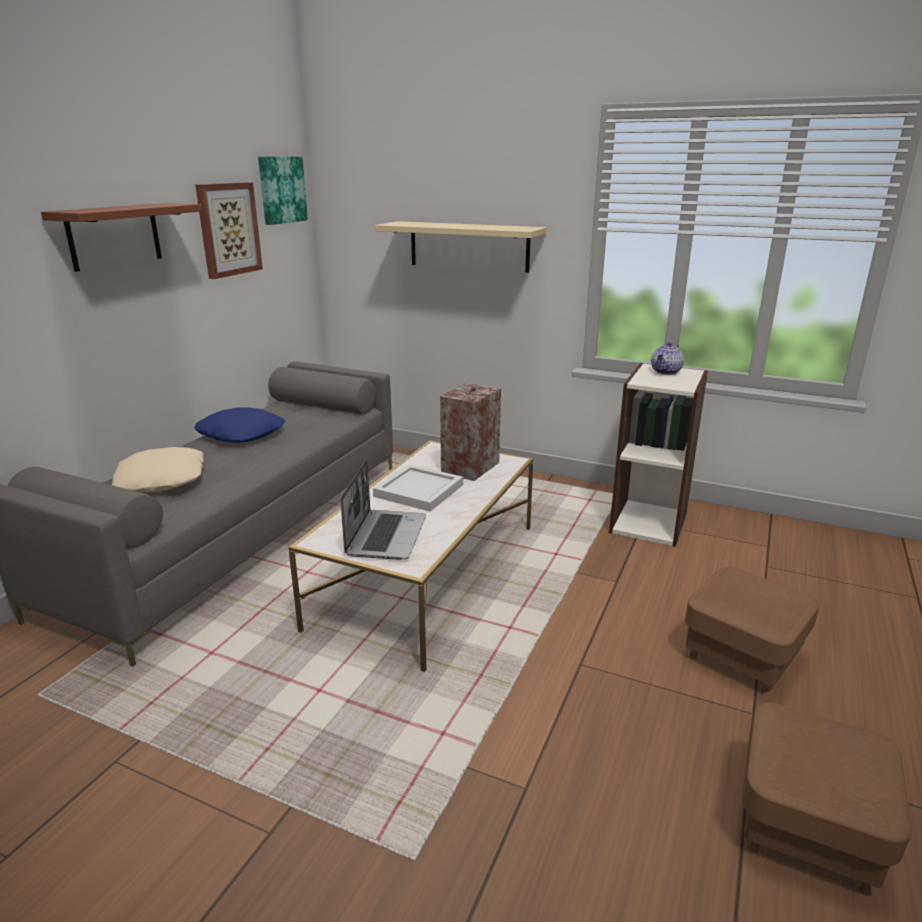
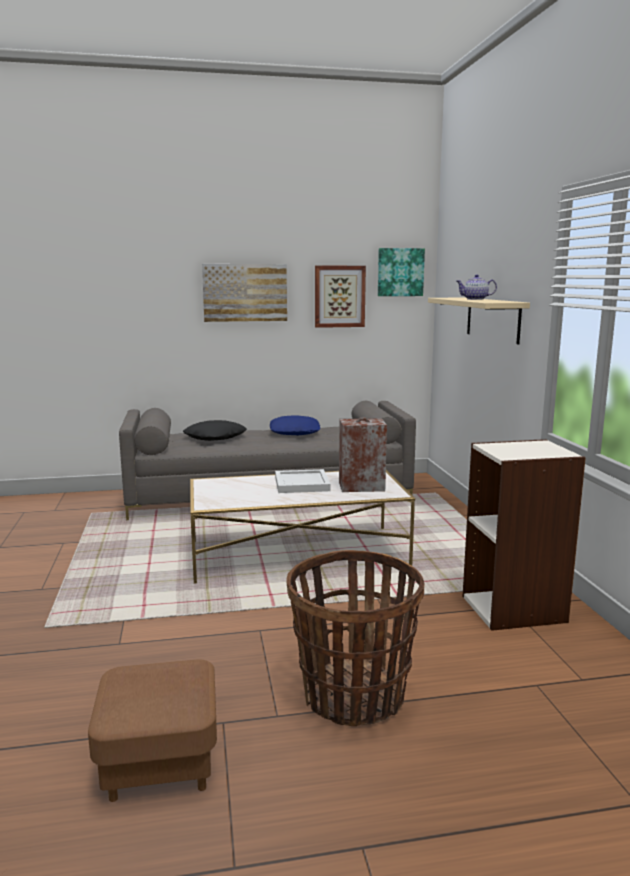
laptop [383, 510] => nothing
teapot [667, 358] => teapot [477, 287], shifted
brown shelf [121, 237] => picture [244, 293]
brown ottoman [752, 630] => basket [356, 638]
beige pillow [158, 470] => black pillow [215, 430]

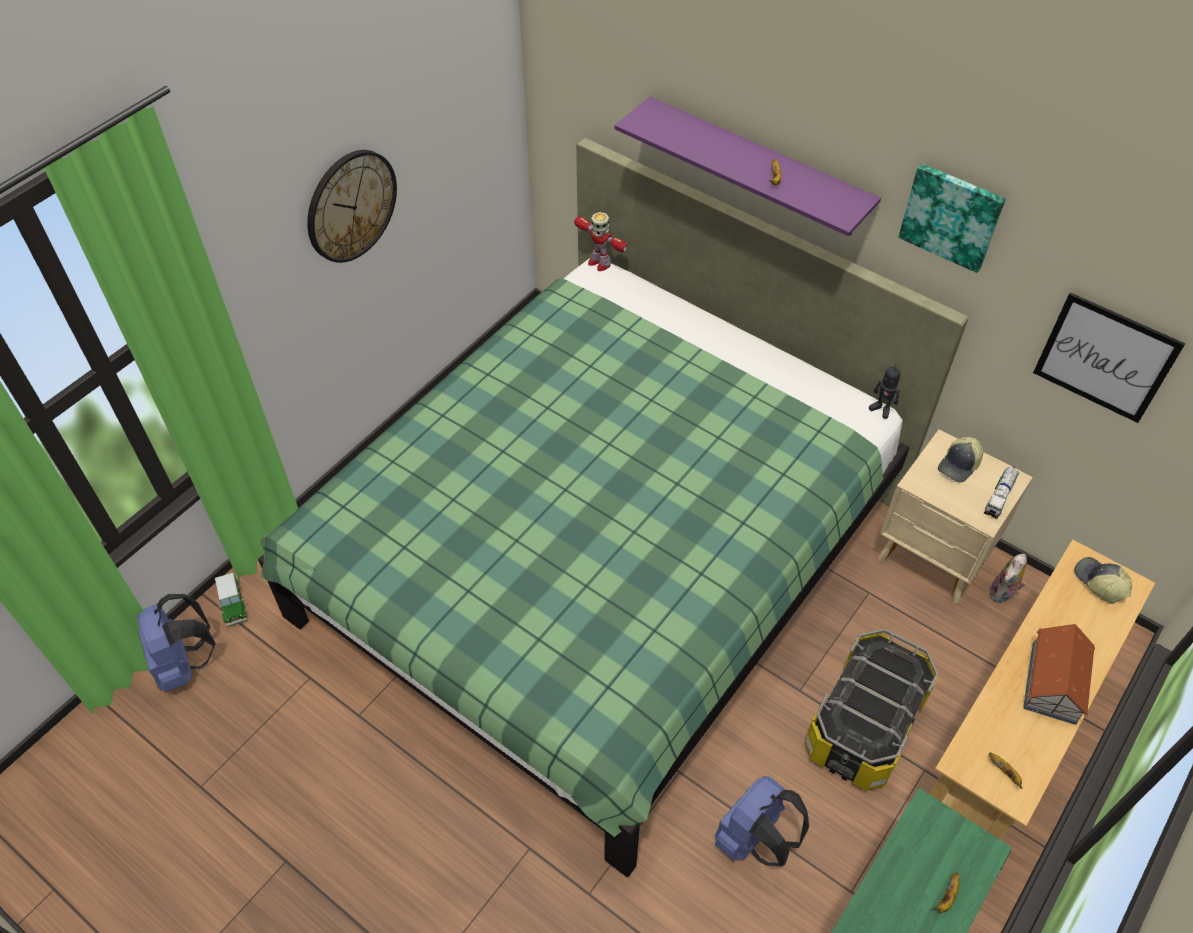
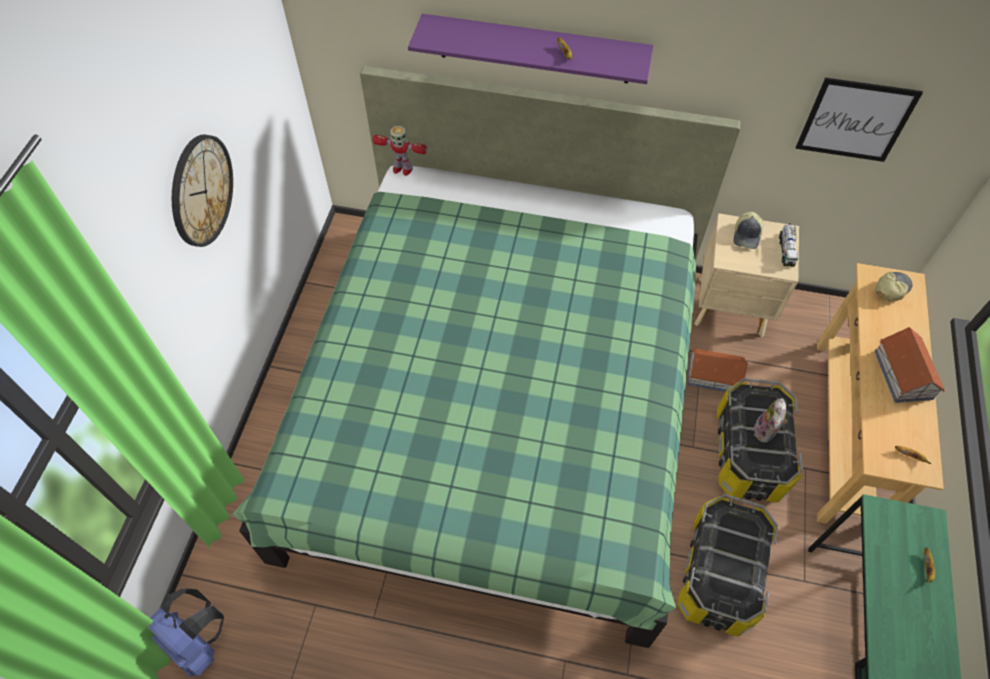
toy car [231, 600] => nothing
toy robot [885, 391] => nothing
picture [952, 218] => nothing
nothing => toy house [717, 370]
plush toy [1007, 578] => plush toy [770, 420], shifted
blue backpack [762, 821] => storage box [728, 565]
cap [1103, 580] => cap [894, 287], 105 degrees clockwise

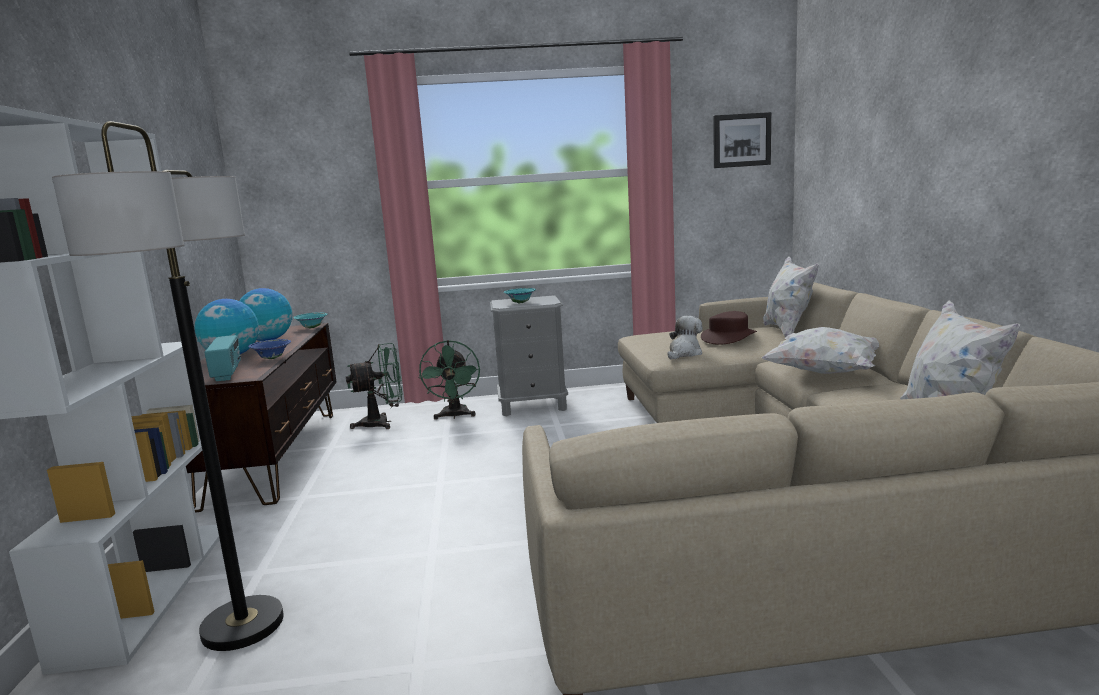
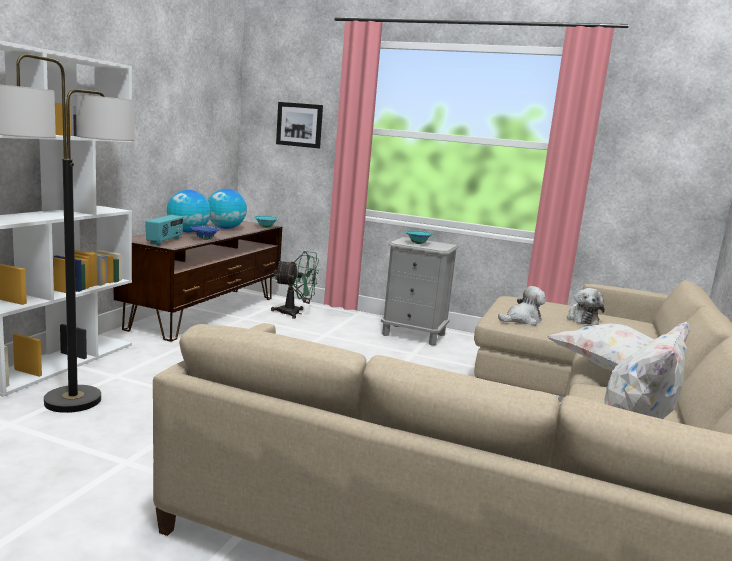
green fan [449, 380] => nothing
white pillow [791, 296] => nothing
picture [742, 140] => picture [299, 125], shifted
brown hat [729, 328] => plush toy [586, 306]

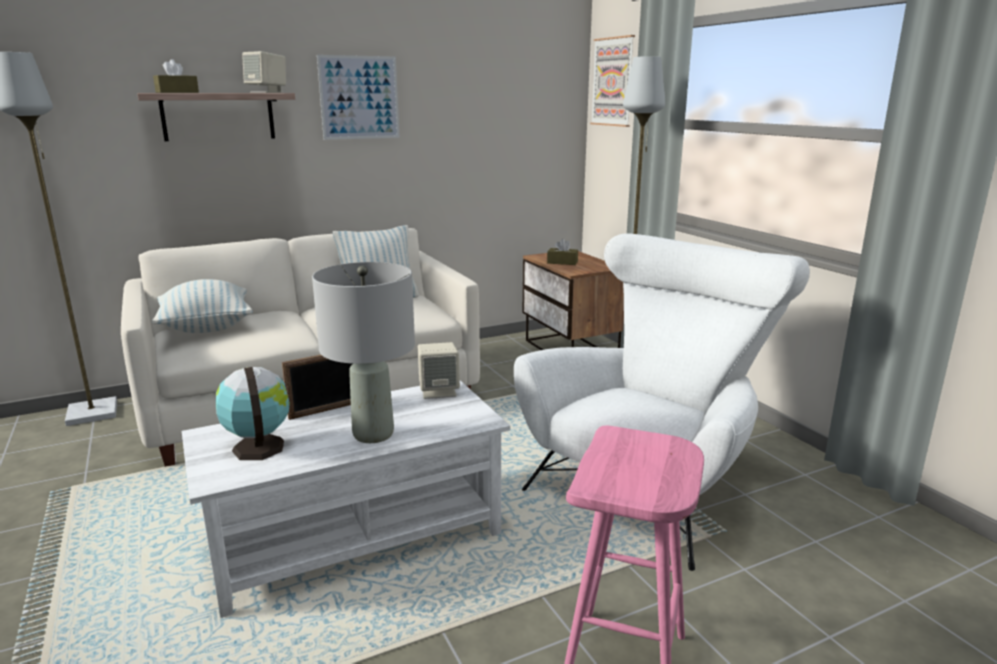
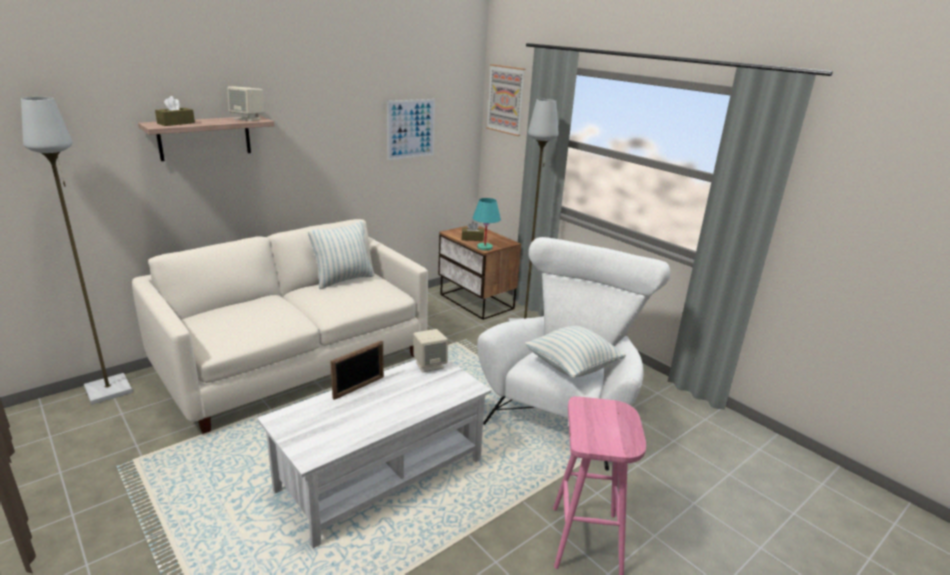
globe [253, 413] => nothing
grey table lamp [363, 352] => nothing
nothing => turquoise table lamp [487, 224]
pillow [202, 306] => pillow [575, 351], shifted
picture [358, 97] => picture [411, 129], shifted

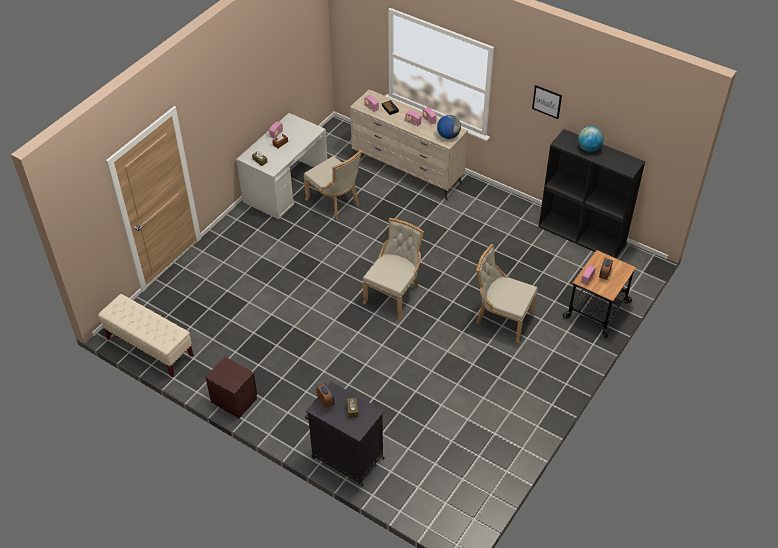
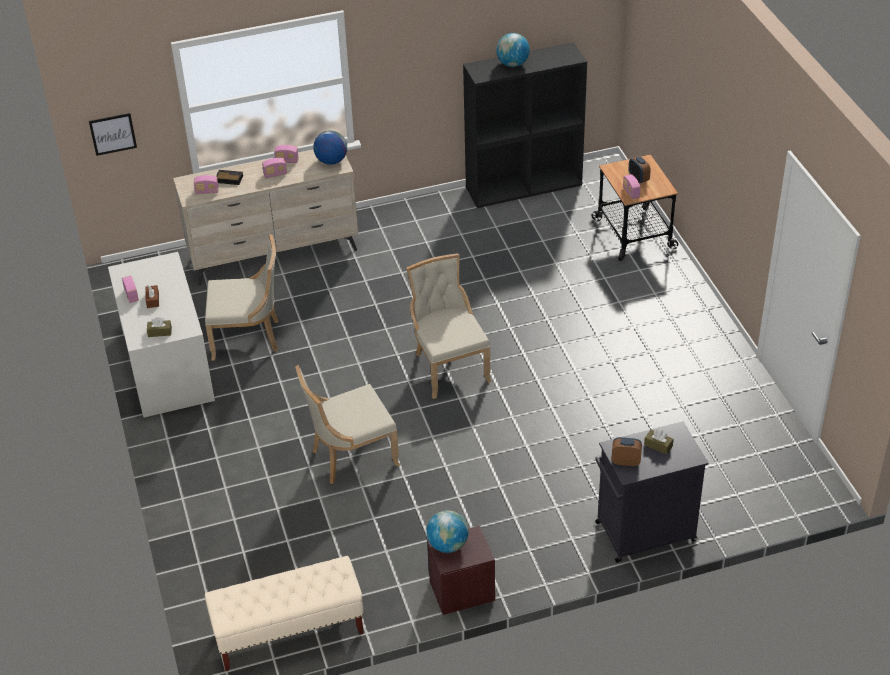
nothing => globe [448, 531]
beige chair [507, 293] => beige chair [347, 424], shifted
picture [547, 102] => picture [113, 134], shifted

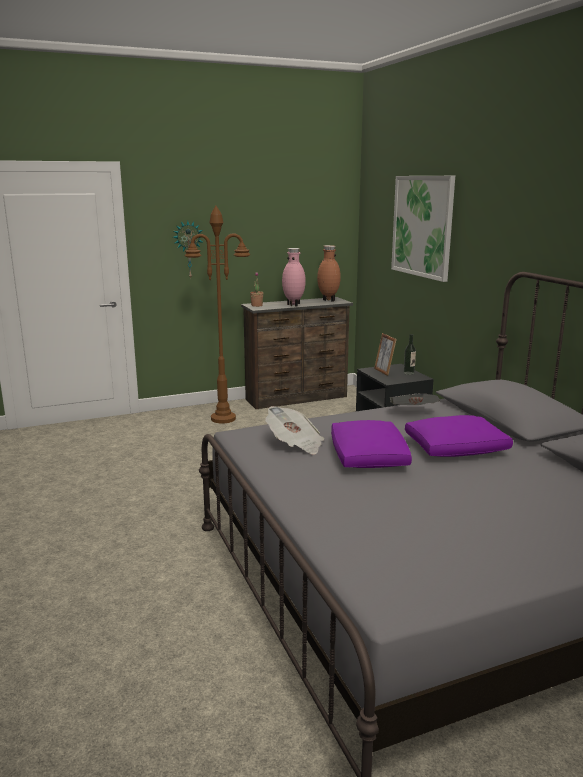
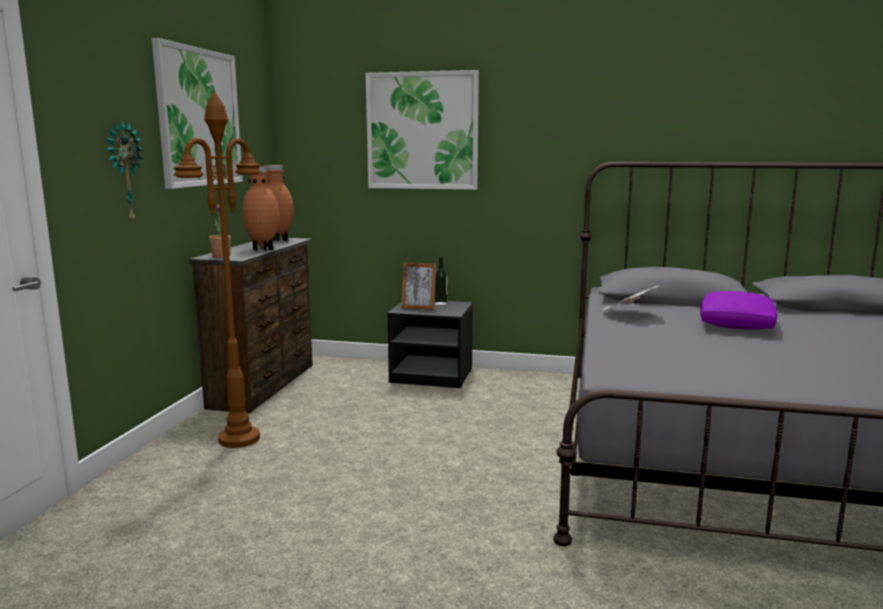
newspaper [294, 430] => nothing
purple pillow [371, 444] => nothing
nothing => picture [197, 113]
pink vase [294, 277] => brown vase [260, 209]

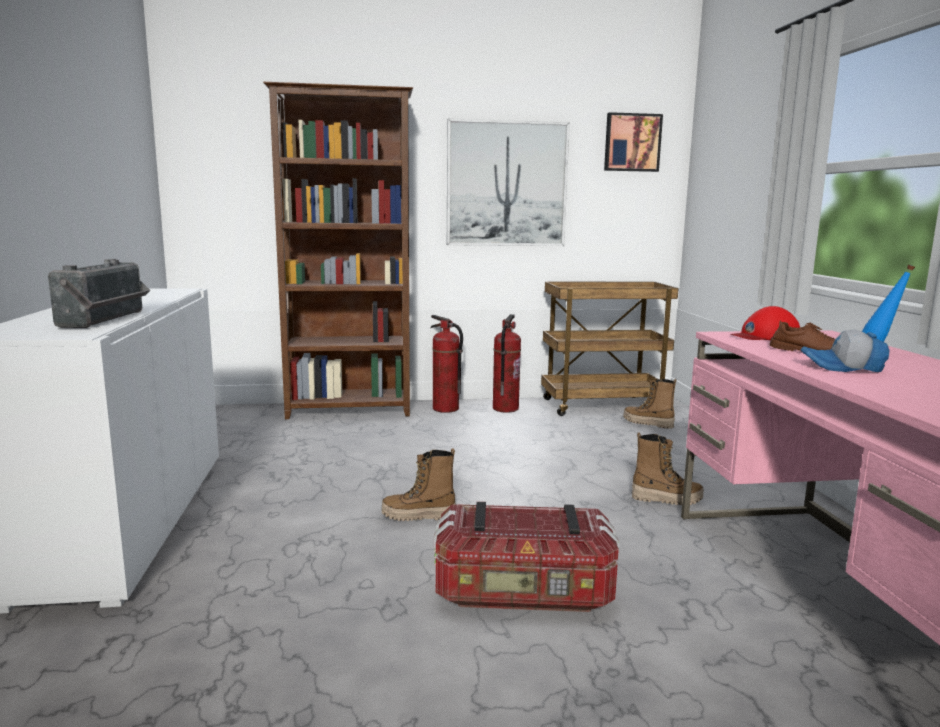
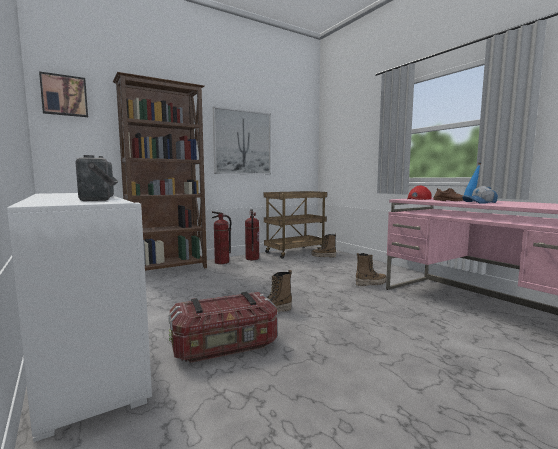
storage box [526, 557] => storage box [223, 327], shifted
picture [633, 142] => picture [63, 94], shifted

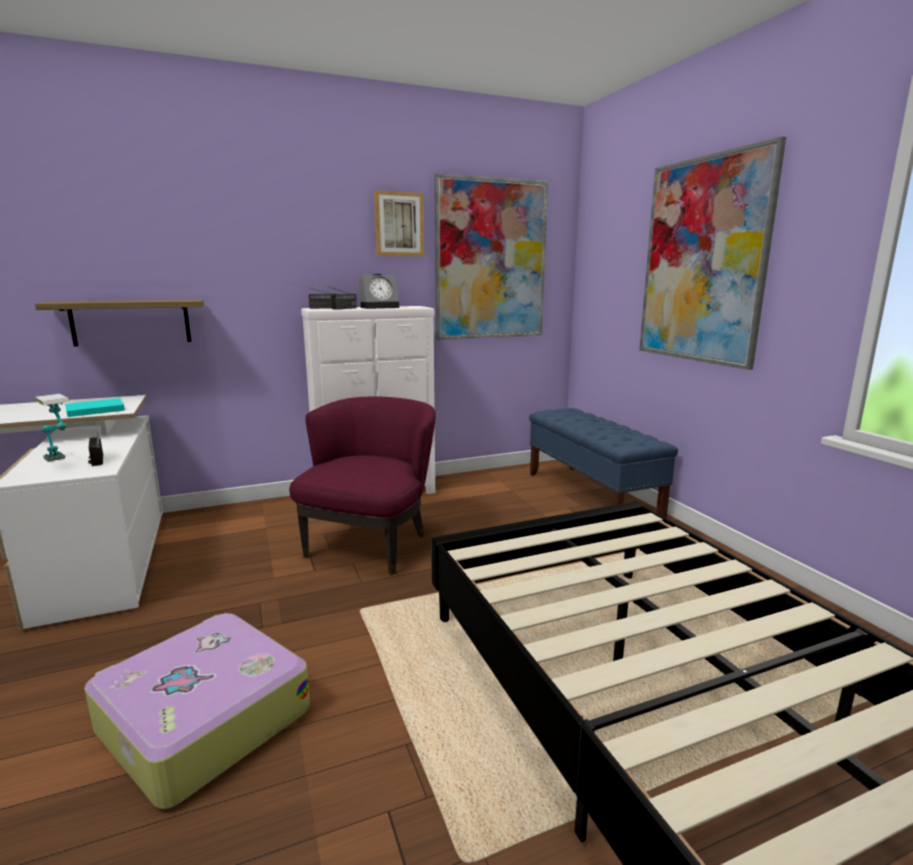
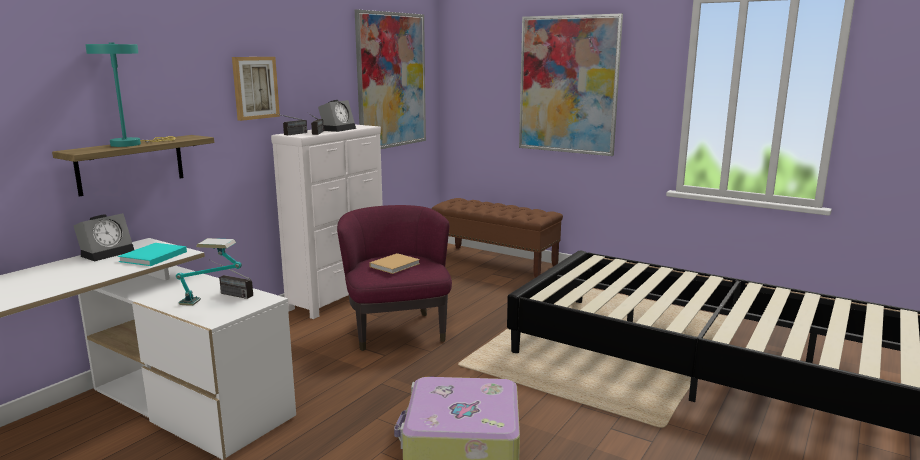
nothing => alarm clock [103, 237]
nothing => turquoise table lamp [130, 94]
nothing => beige book [394, 263]
picture [399, 223] => picture [256, 89], shifted
blue bench [603, 463] => brown bench [497, 238]

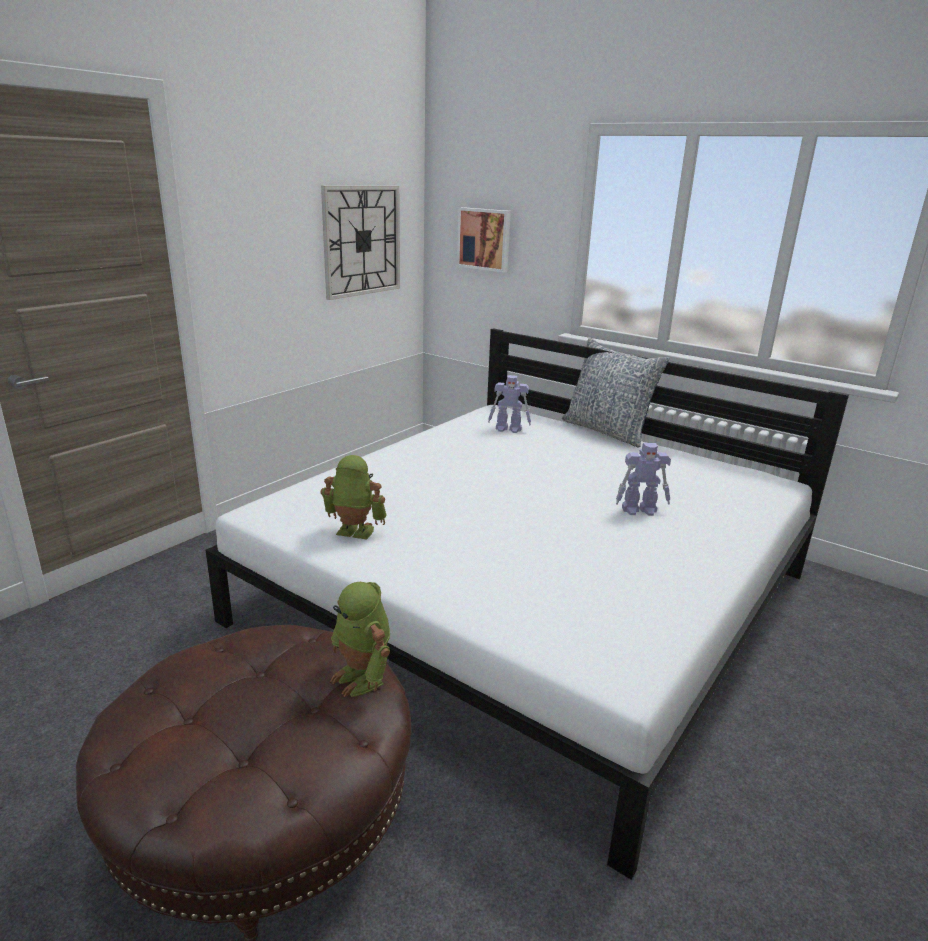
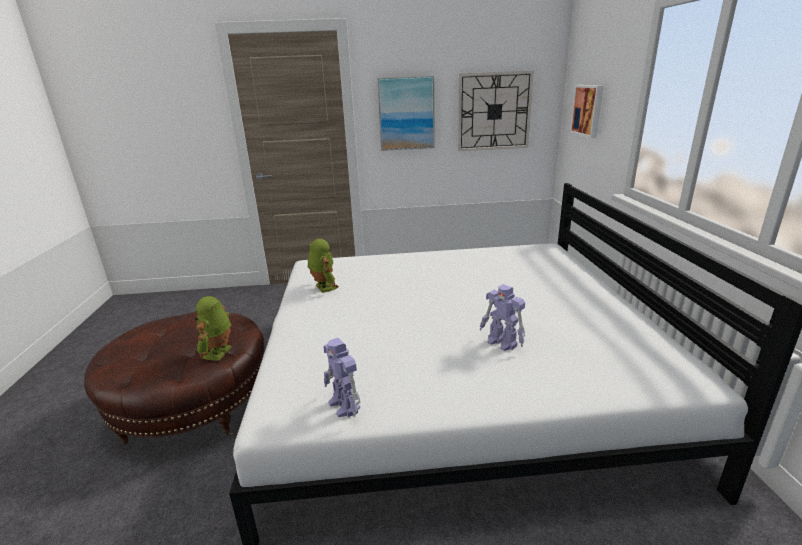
pillow [616, 393] => nothing
nothing => picture [406, 113]
toy robot [509, 404] => toy robot [342, 377], shifted

